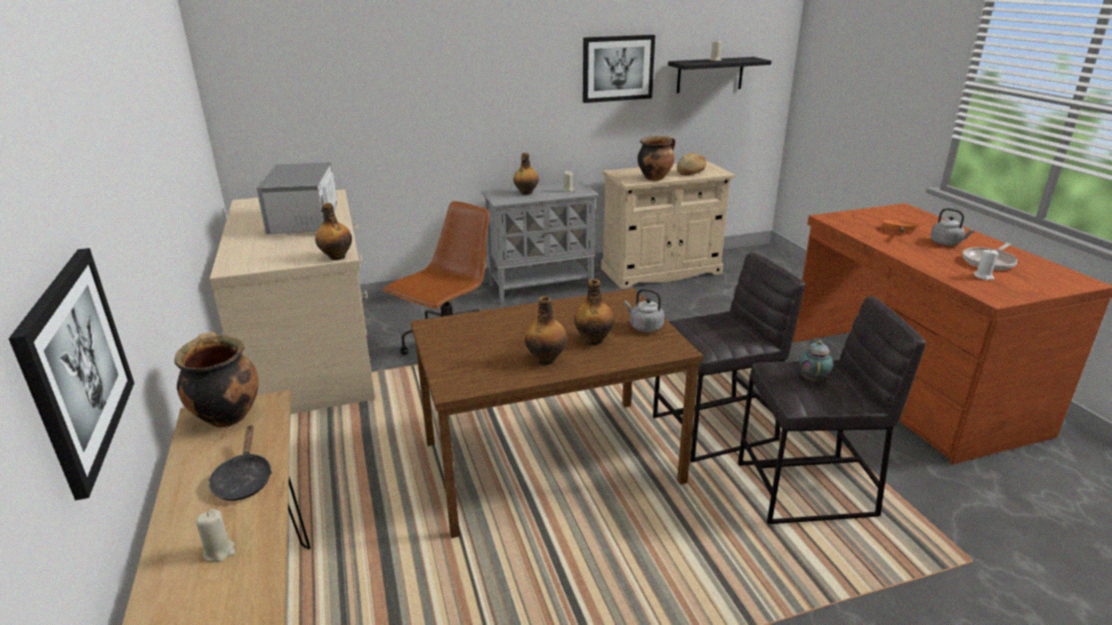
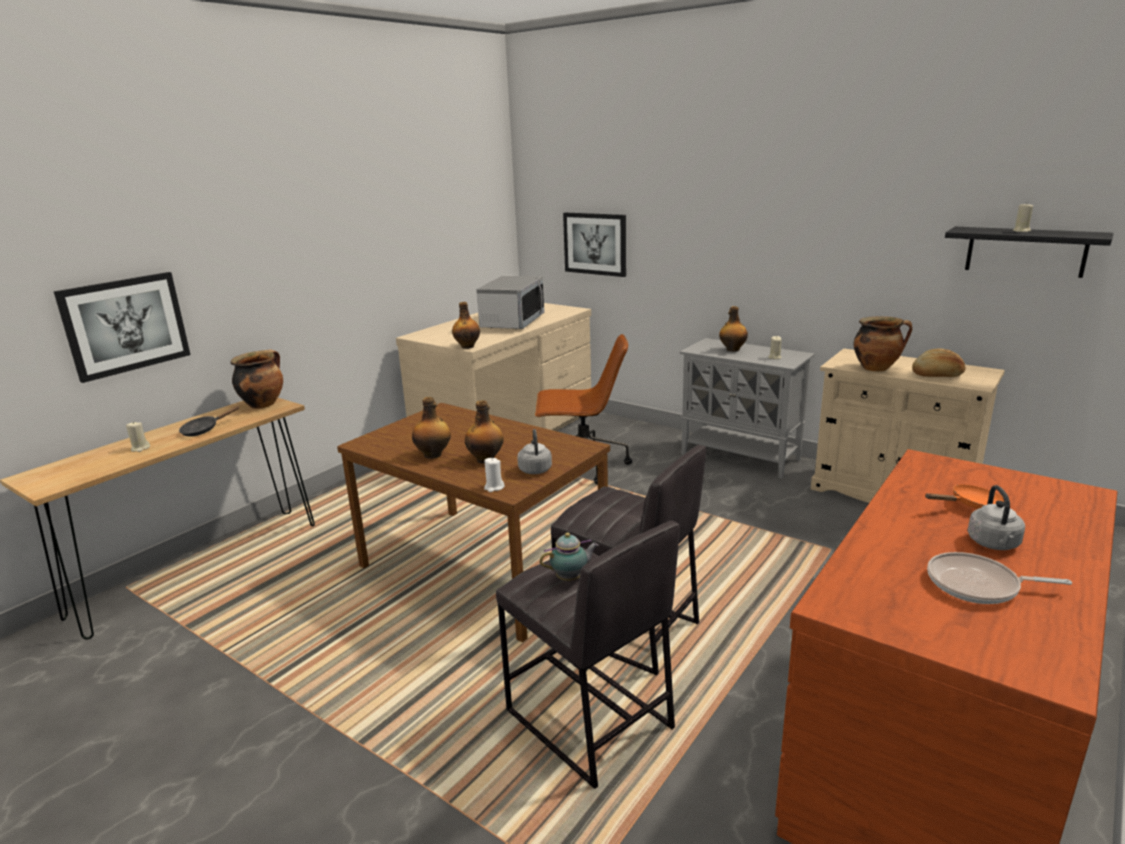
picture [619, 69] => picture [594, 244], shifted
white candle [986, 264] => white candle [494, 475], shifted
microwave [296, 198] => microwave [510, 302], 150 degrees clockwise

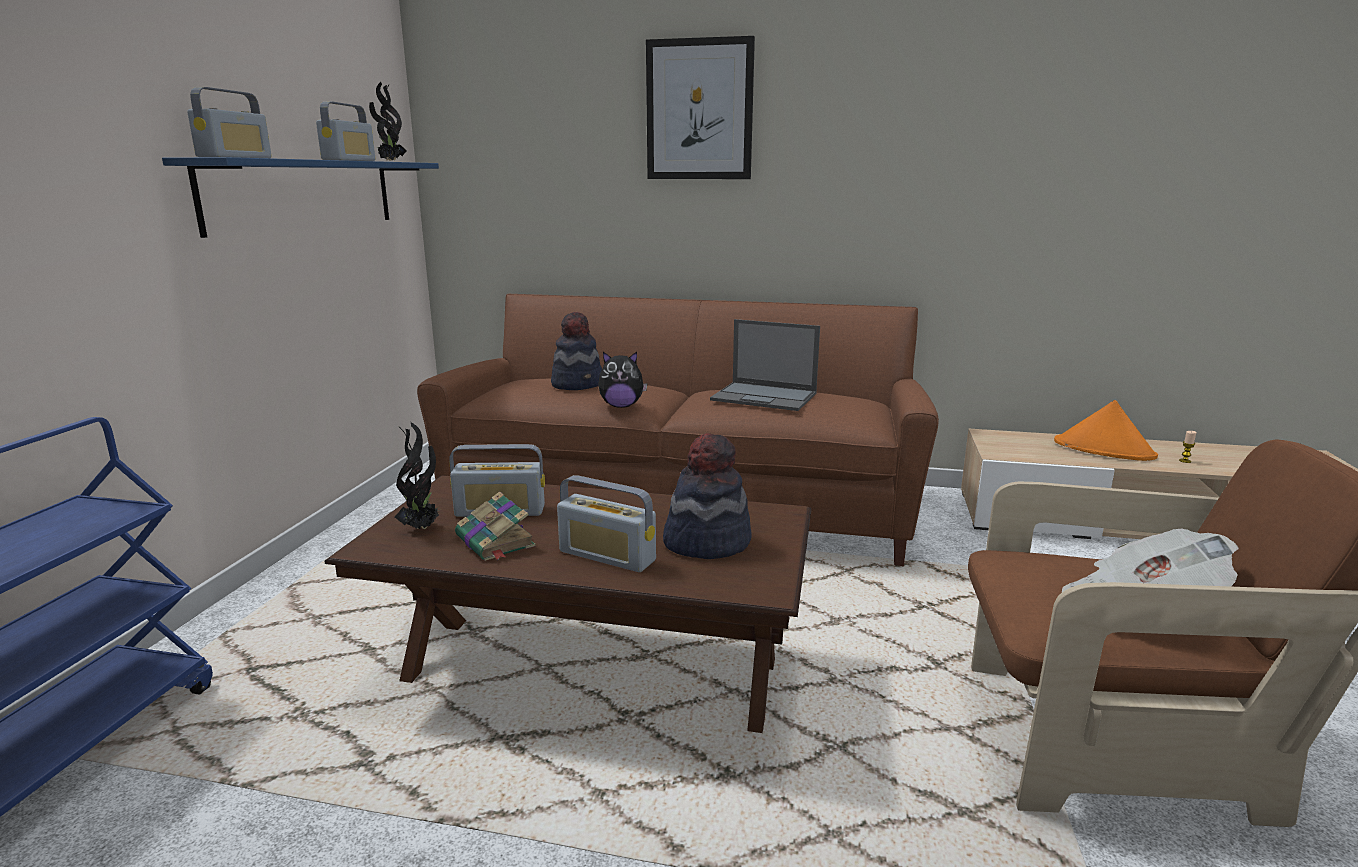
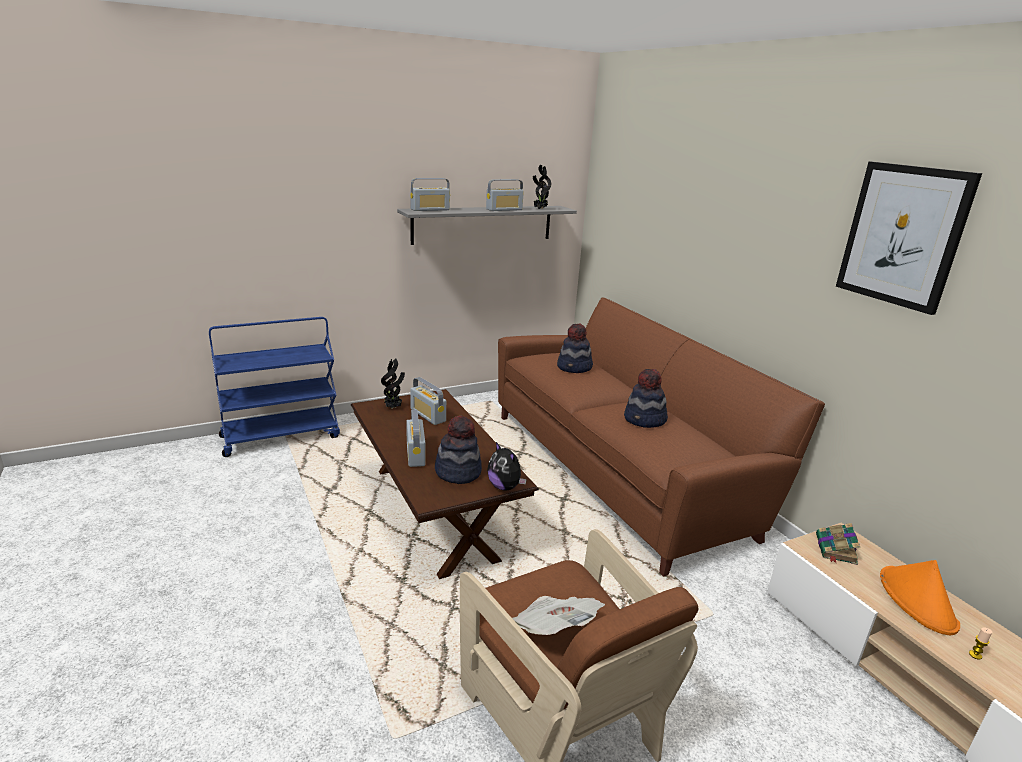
book [495, 526] => book [838, 544], shifted
plush toy [623, 380] => plush toy [507, 466], shifted
picture [700, 107] => picture [909, 238], shifted
laptop [765, 365] => hat [646, 398]
blue shelf [300, 197] => grey shelf [487, 225]

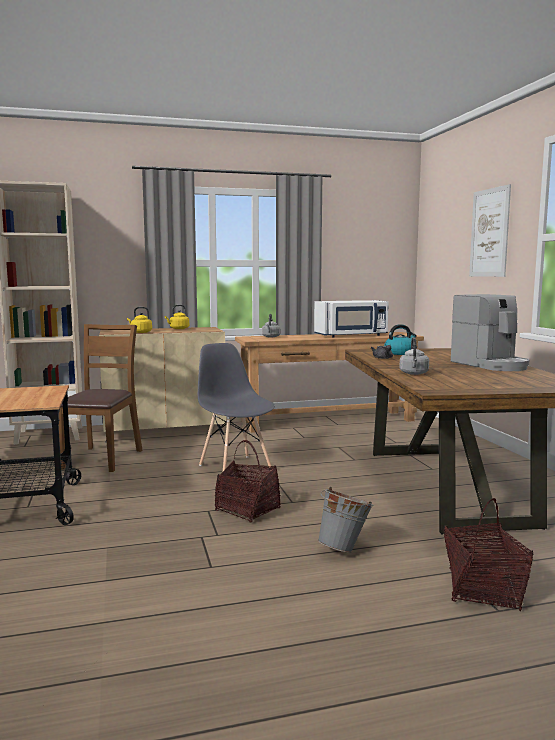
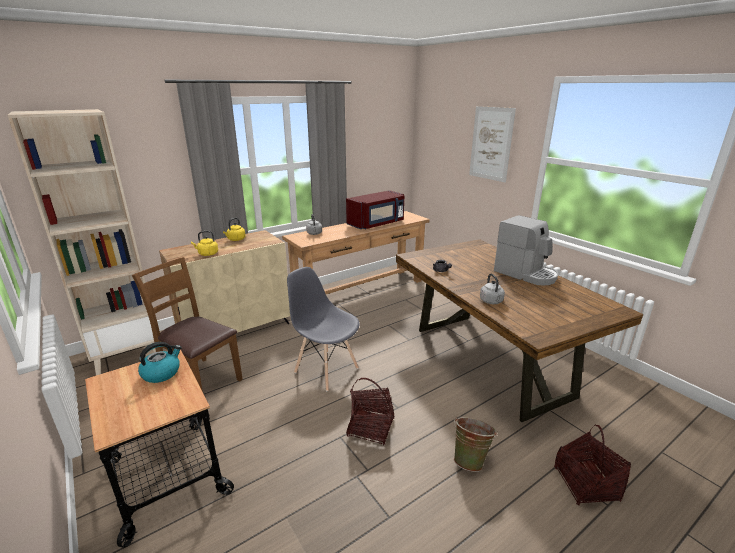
kettle [400, 339] => kettle [160, 362], shifted
white microwave [351, 319] => red microwave [375, 209]
grey bucket [345, 520] => green bucket [476, 444]
brown chair [100, 398] => brown chair [187, 324], 45 degrees counterclockwise

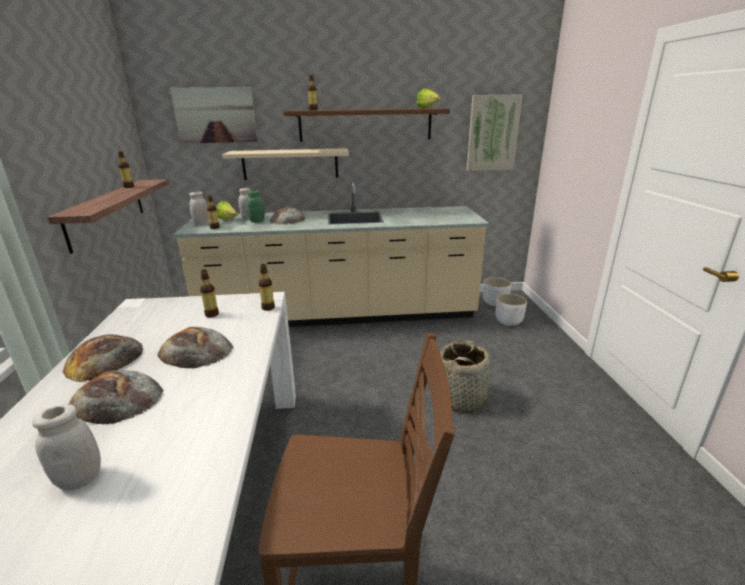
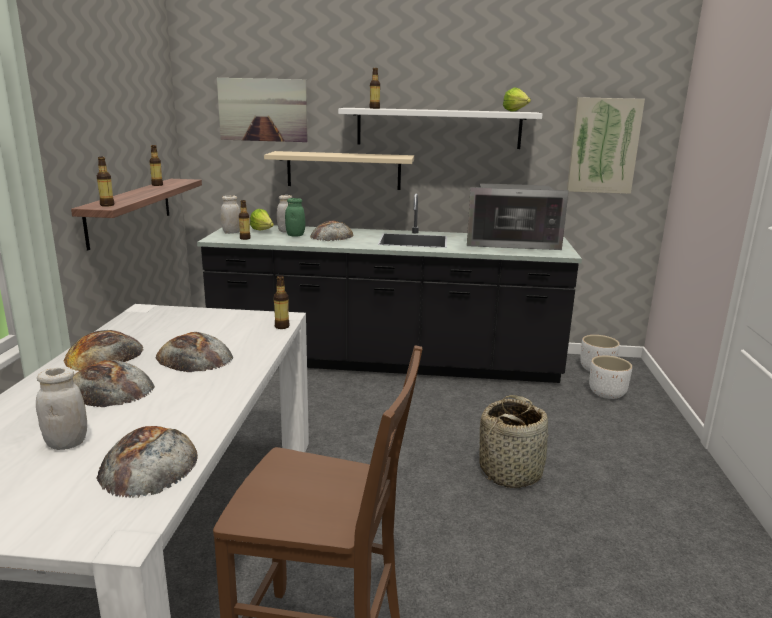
nothing => bread [147, 462]
nothing => microwave [518, 216]
bottle [209, 294] => bottle [105, 182], shifted
beige counter [331, 253] => black counter [389, 288]
brown shelf [366, 125] => white shelf [440, 128]

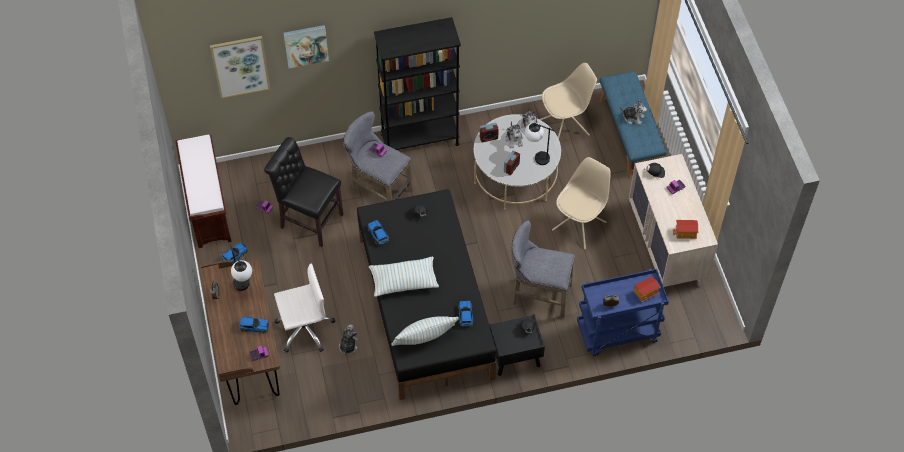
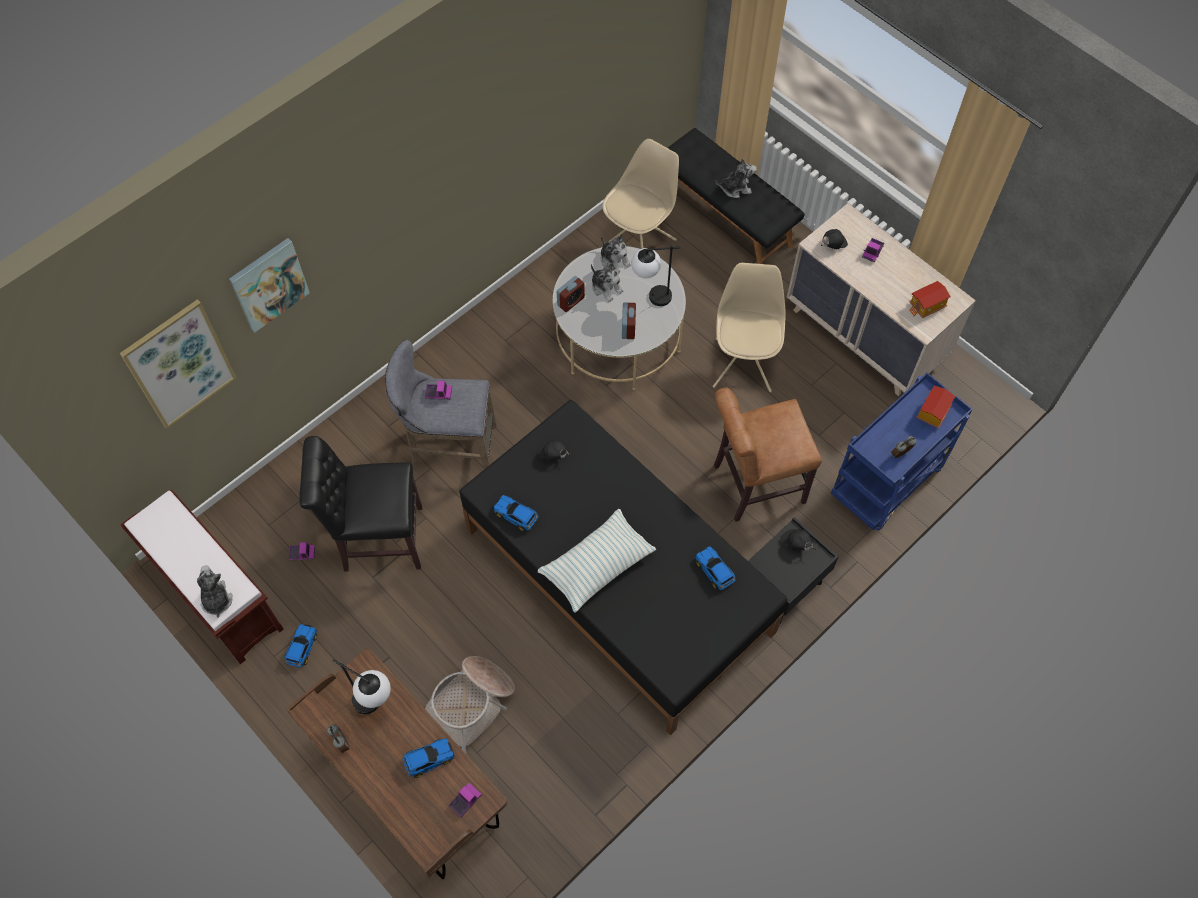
black bookcase [417, 83] => nothing
pillow [425, 331] => nothing
plush toy [348, 340] => plush toy [215, 591], shifted
white office chair [304, 308] => basket [470, 704]
grey stool [543, 269] => brown chair [768, 455]
blue bench [633, 125] => black bench [736, 196]

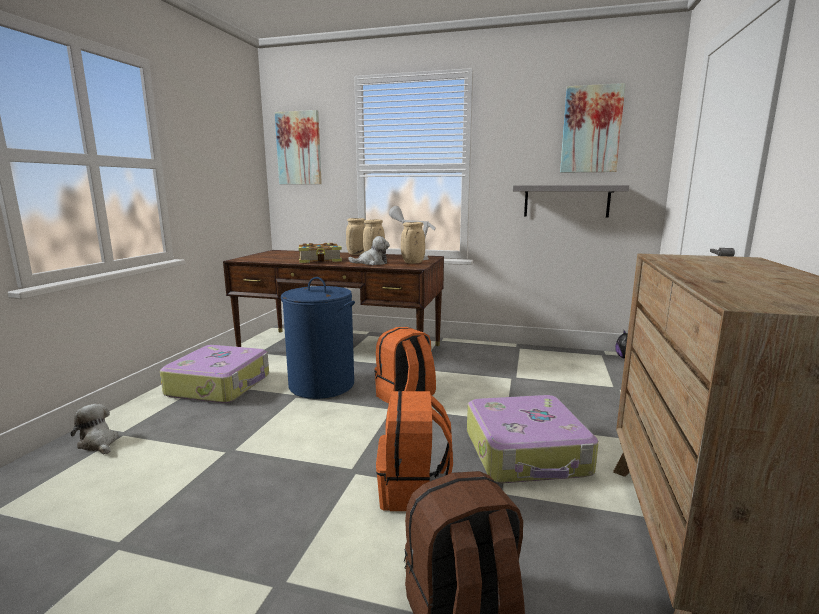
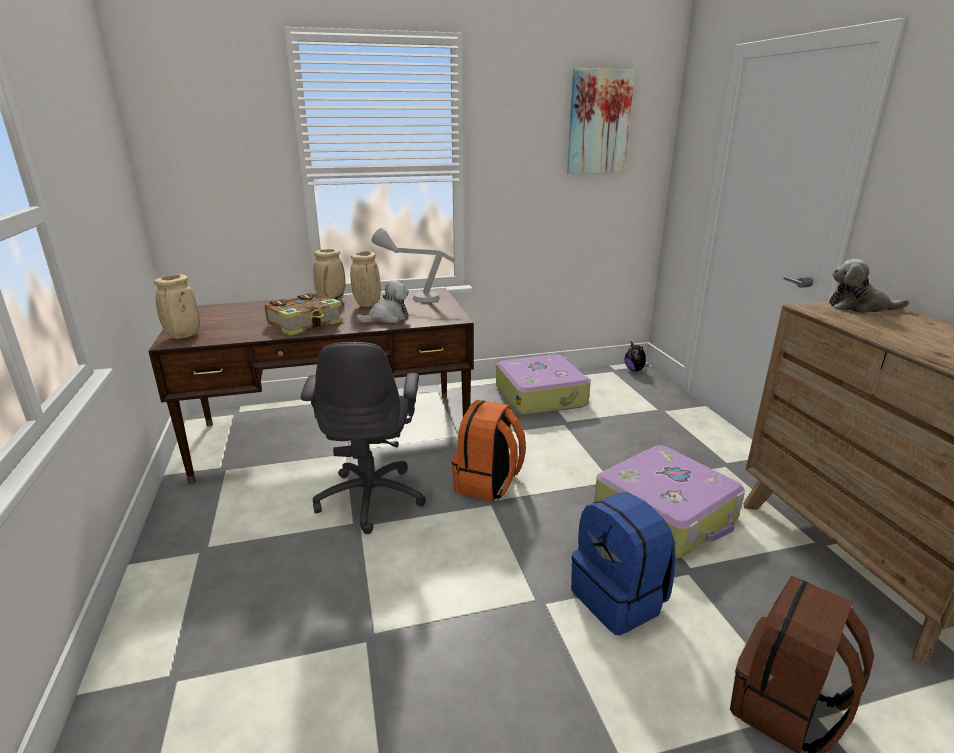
picture [298, 147] => nothing
grey shelf [571, 201] => nothing
plush toy [95, 429] => plush toy [869, 286], shifted
suitcase [214, 374] => suitcase [543, 384], shifted
beige vase [413, 243] => beige vase [177, 306], shifted
blue laundry basket [318, 338] => grey office chair [363, 438]
orange backpack [414, 451] => blue backpack [623, 563]

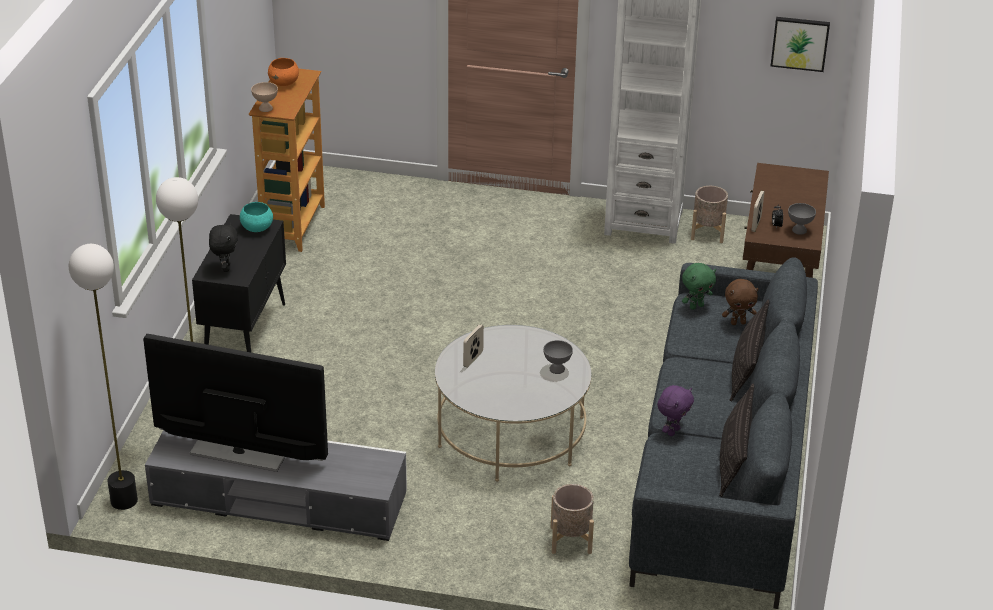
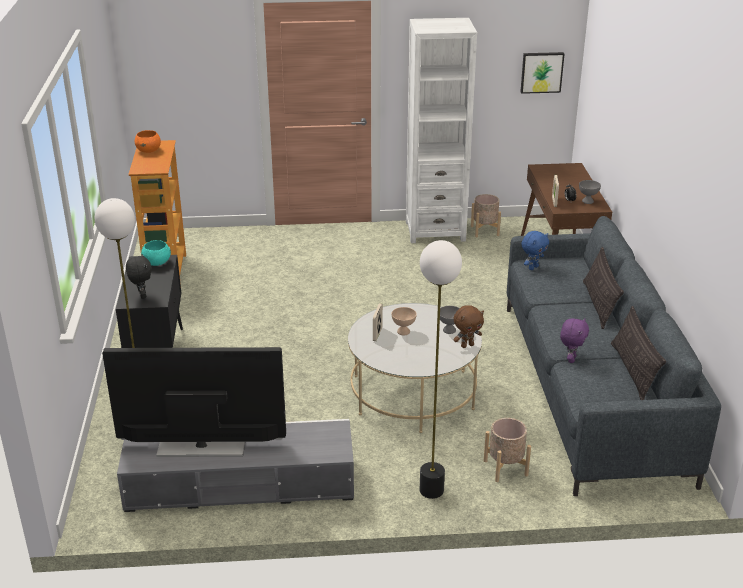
floor lamp [103, 377] => floor lamp [441, 369], shifted
beige bowl [264, 97] => beige bowl [404, 321], shifted
brown plush toy [740, 302] => brown plush toy [468, 326], shifted
green plush toy [699, 286] => blue plush toy [535, 250]

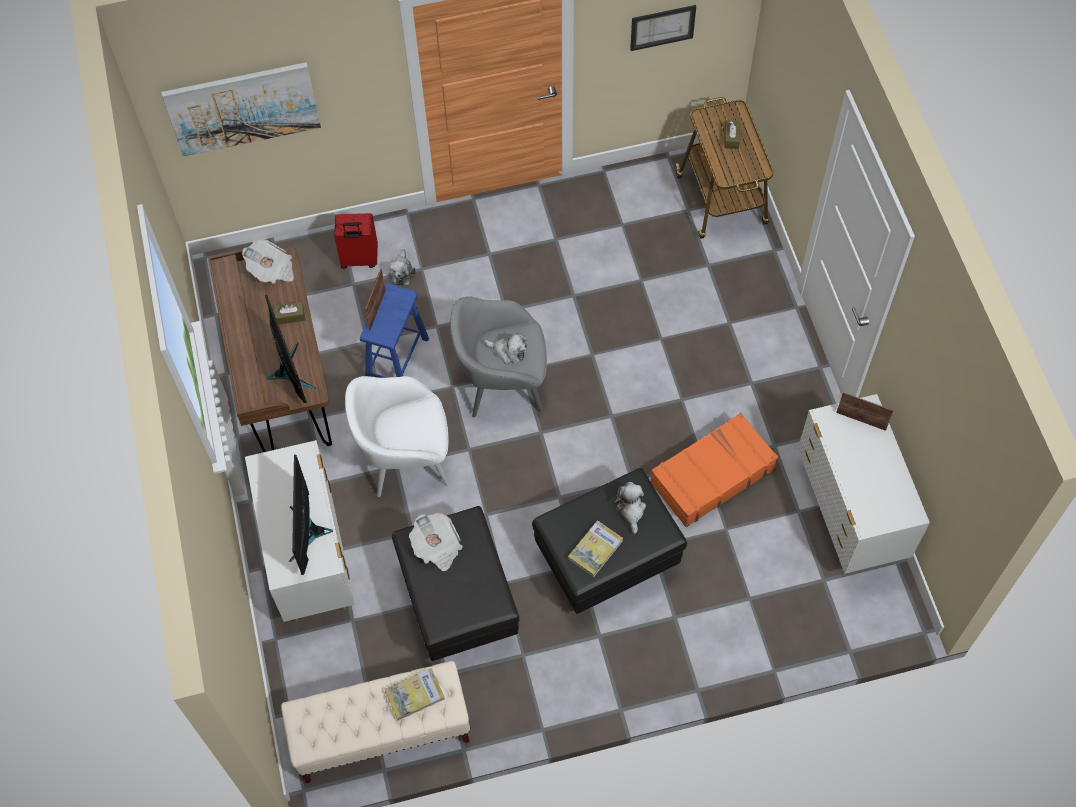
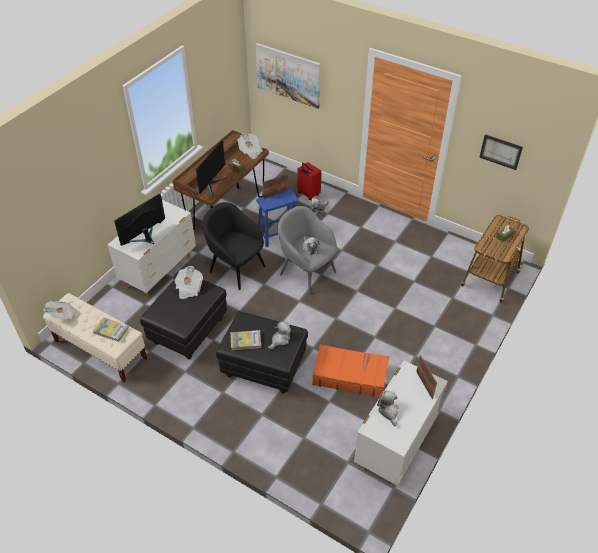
nothing => newspaper [61, 310]
nothing => plush toy [388, 408]
white armchair [397, 436] => black armchair [234, 246]

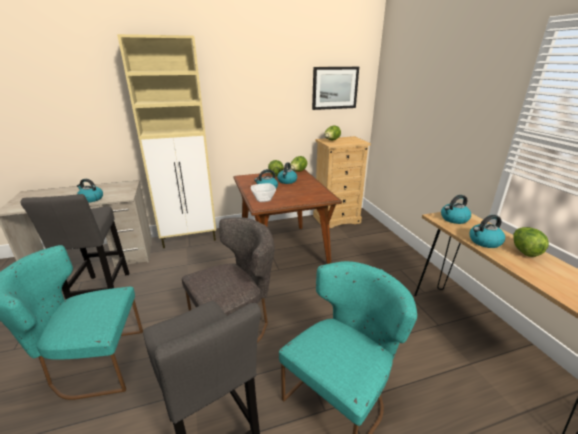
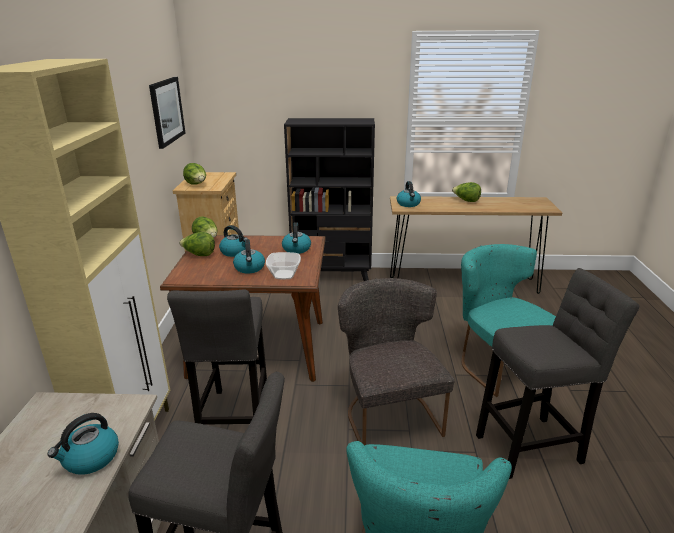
nothing => grey stool [217, 357]
nothing => black bookcase [329, 199]
kettle [487, 231] => kettle [296, 238], shifted

